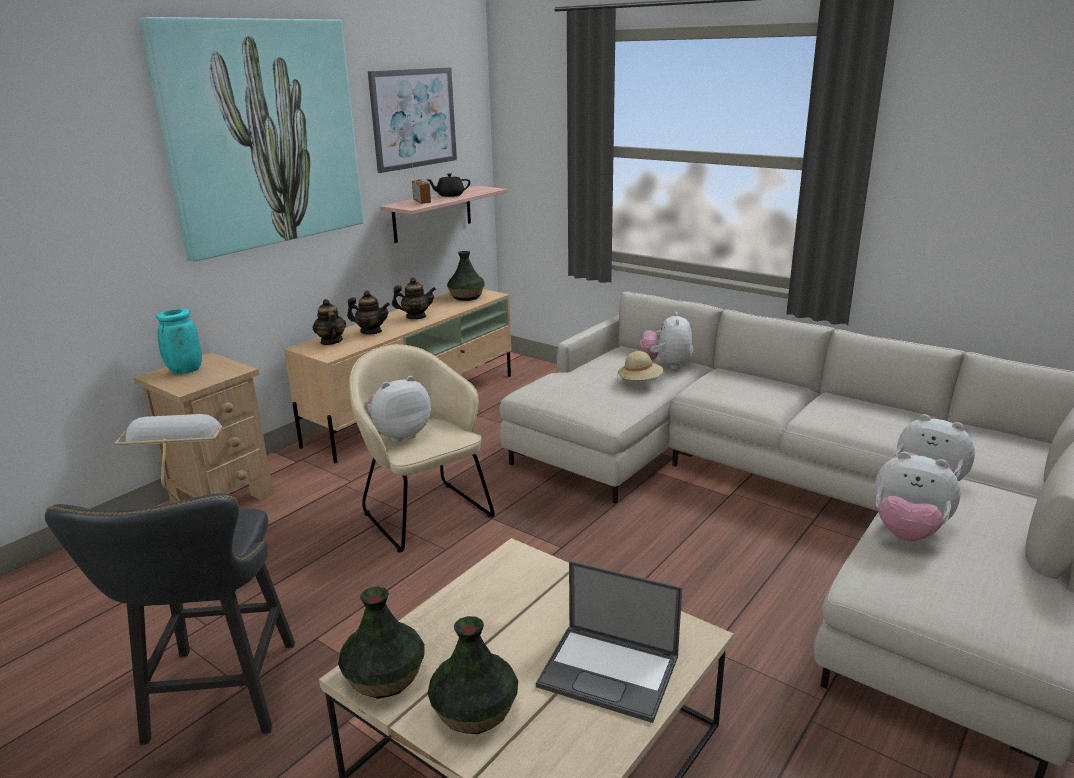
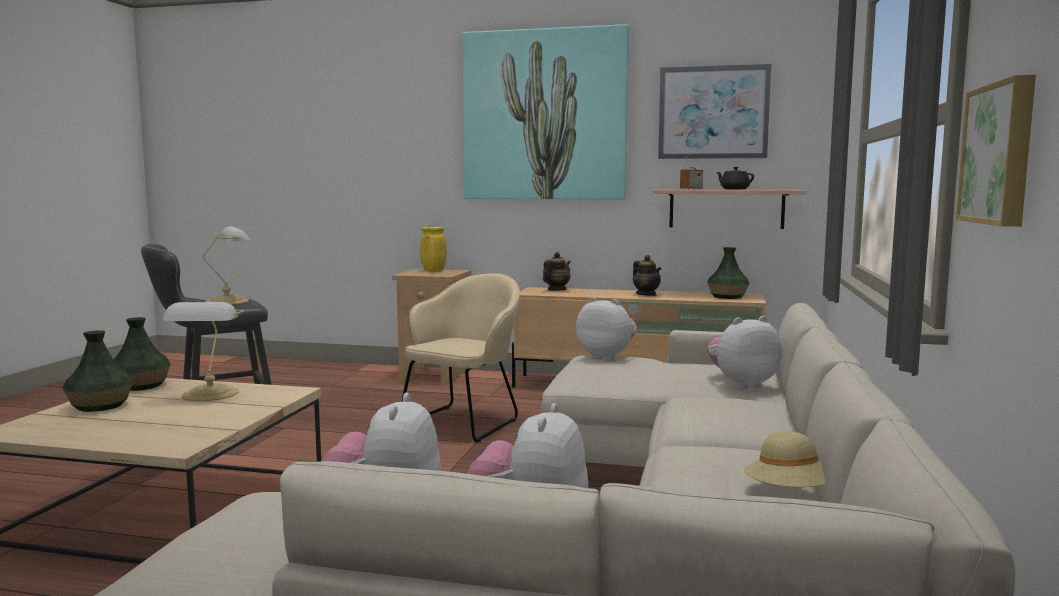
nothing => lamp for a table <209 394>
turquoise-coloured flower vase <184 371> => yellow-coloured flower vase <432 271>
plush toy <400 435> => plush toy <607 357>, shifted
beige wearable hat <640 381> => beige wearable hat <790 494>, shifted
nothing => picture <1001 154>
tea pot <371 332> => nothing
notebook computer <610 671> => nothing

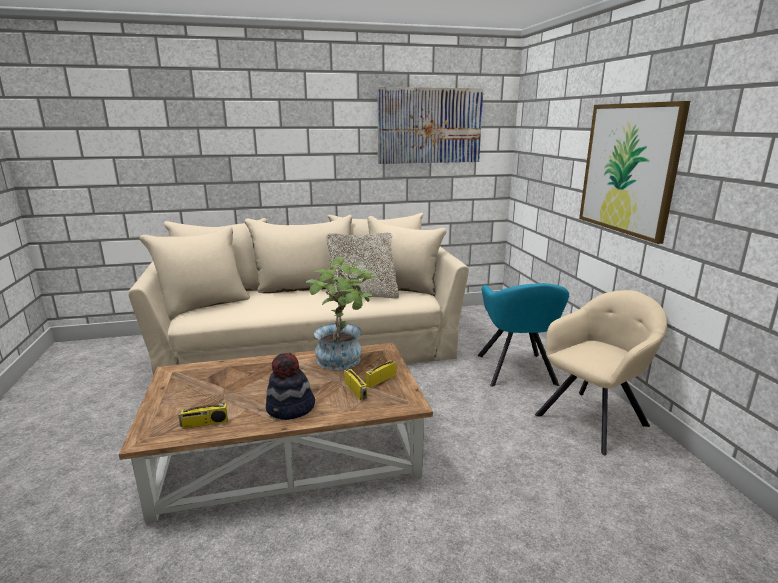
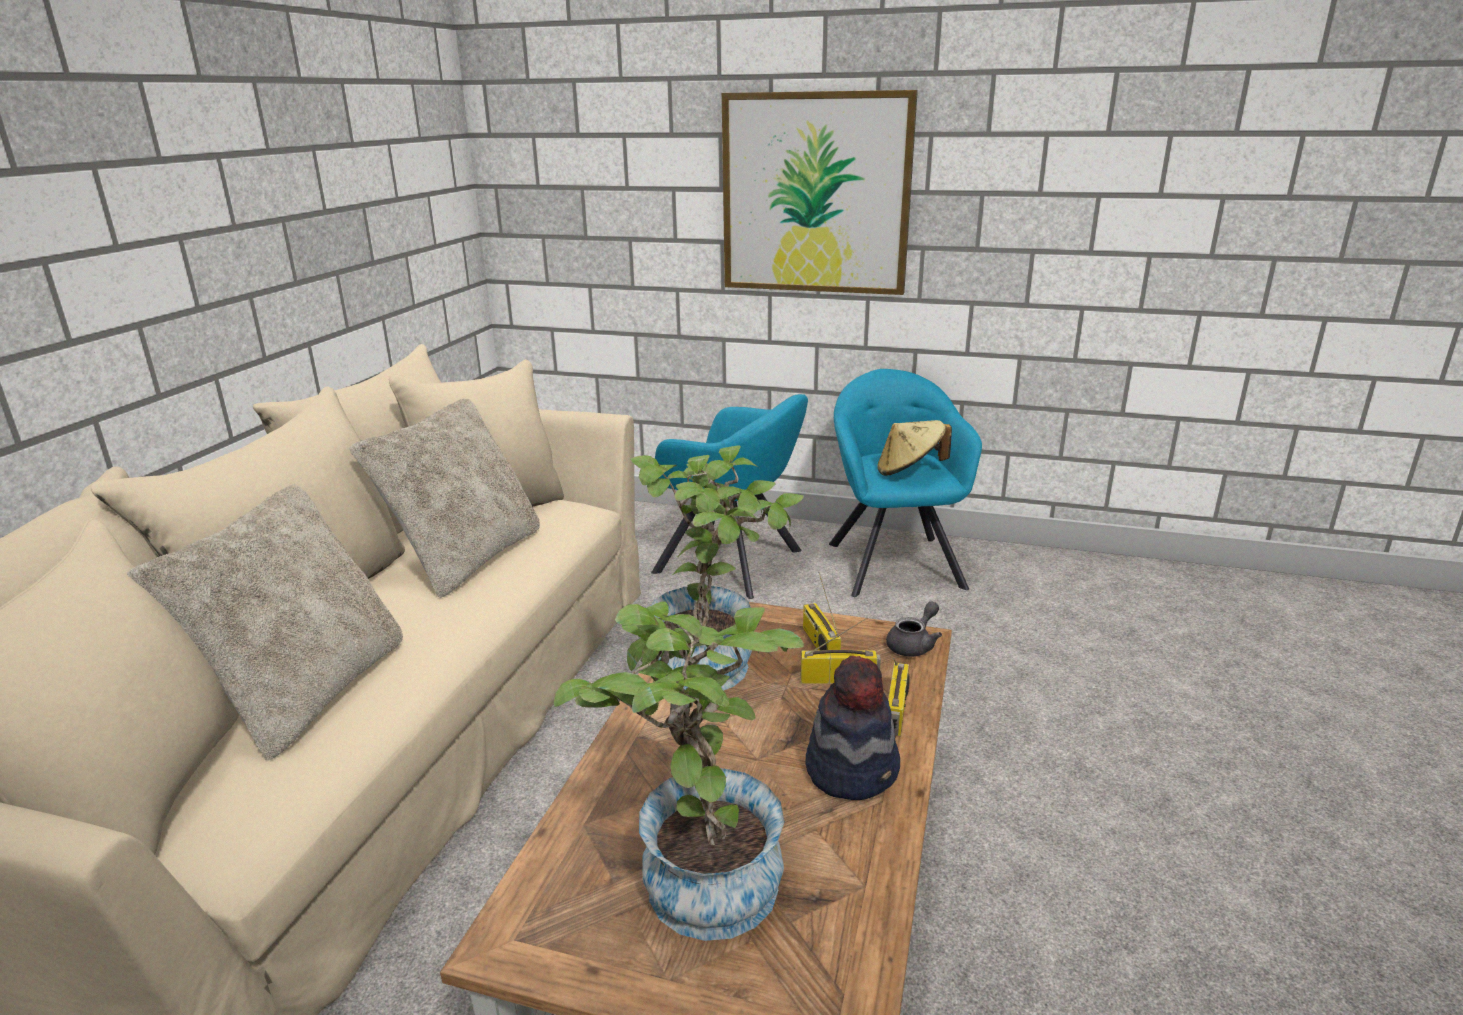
nothing => beige cushion <306 689>
nothing => plant in a pot <697 874>
beige lounge chair <594 418> => turquoise-coloured lounge chair <893 562>
nothing => beige wearable hat <909 471>
nothing => grey tea pot <914 645>
radio set <204 423> => radio set <897 712>, shifted
picture <430 126> => nothing

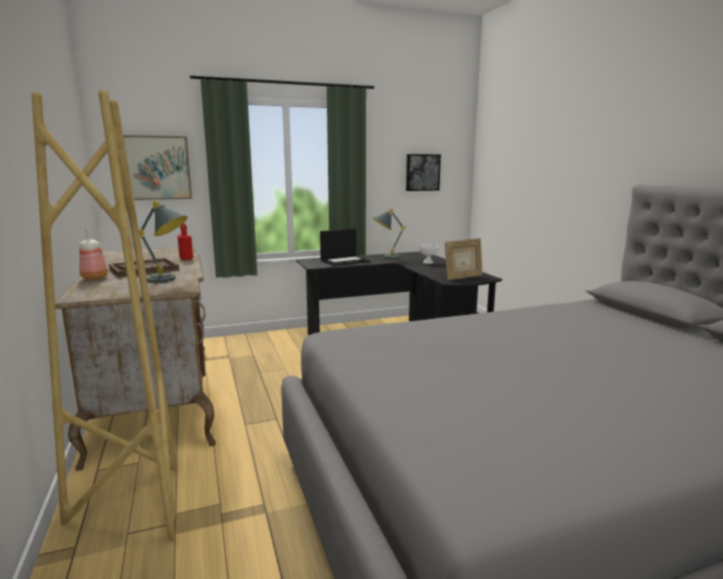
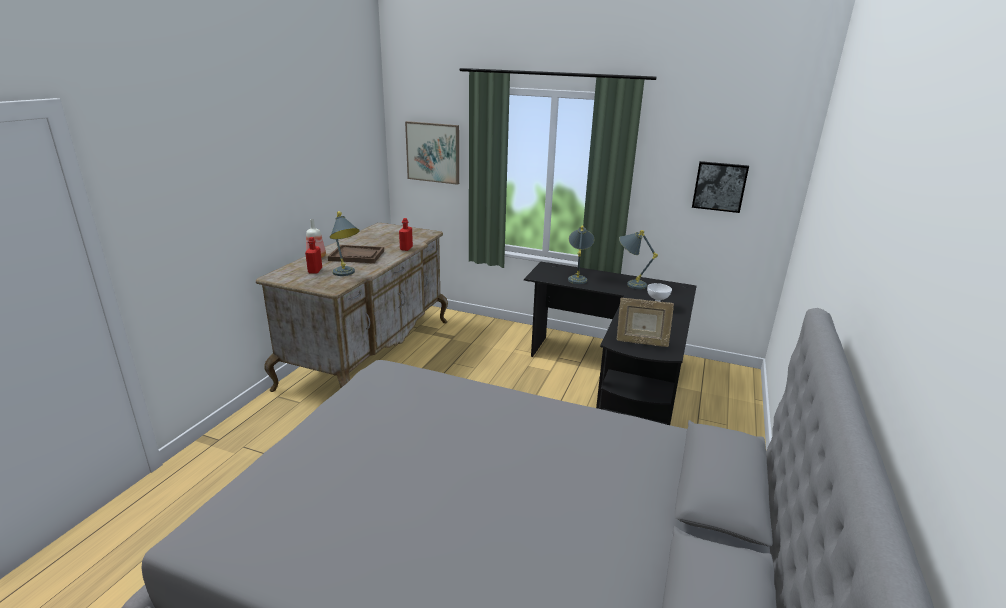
nothing => red drink bottle <315 271>
notebook computer <345 261> => grey lamp for a table <578 278>
yellow-coloured garment stand <138 508> => nothing

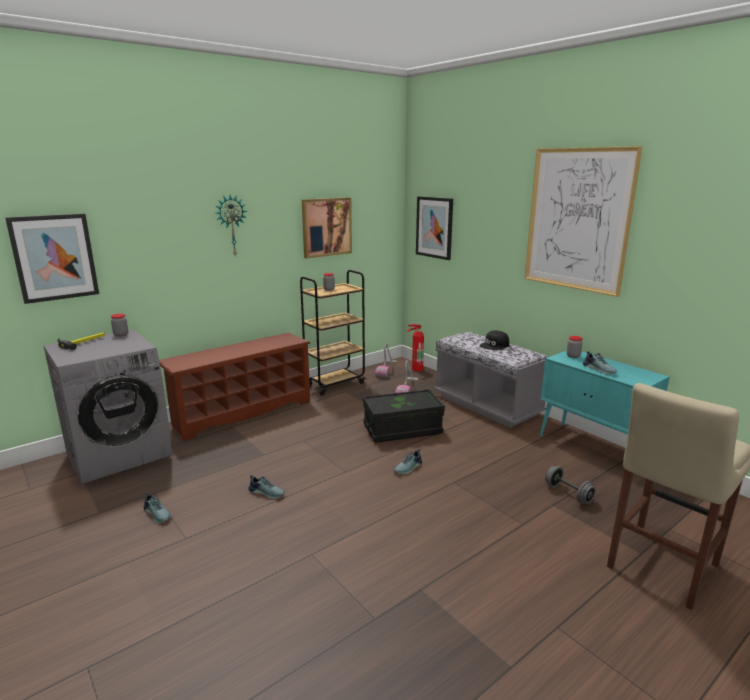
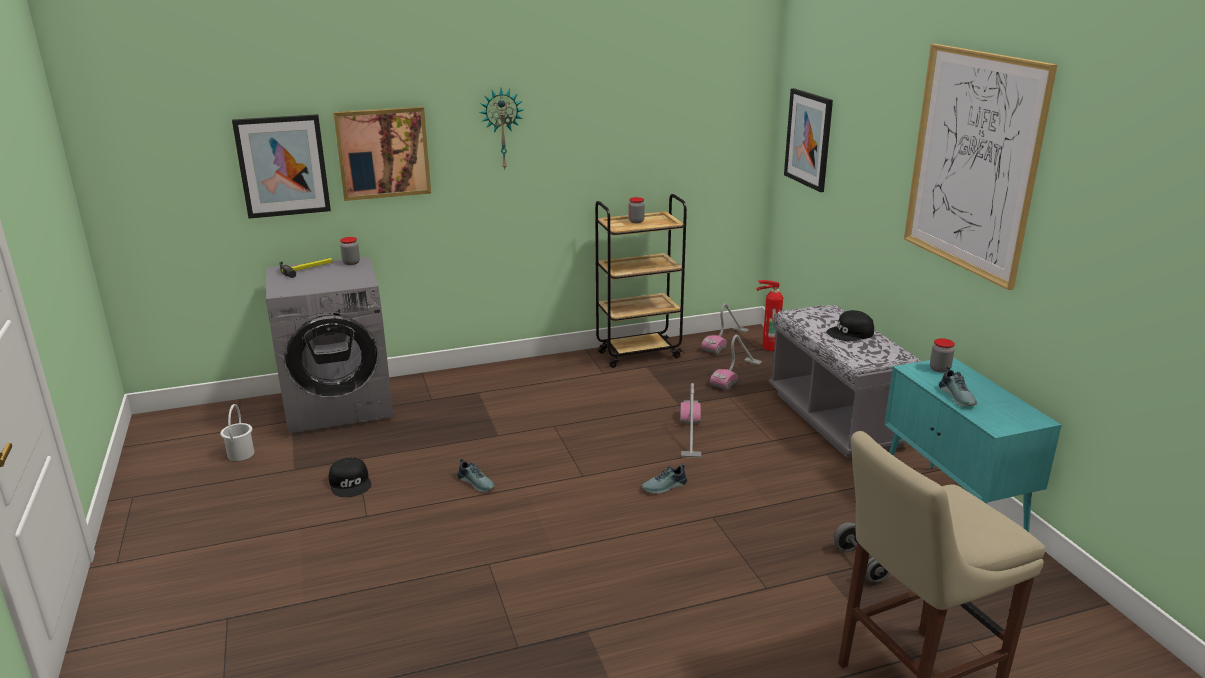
nothing => white bucket <240 454>
low shoe <158 513> => blackish cap <351 483>
picture <326 227> => picture <383 153>, shifted
blackish storage container <402 429> => vacuum <690 433>
brown shoe rack <242 412> => nothing

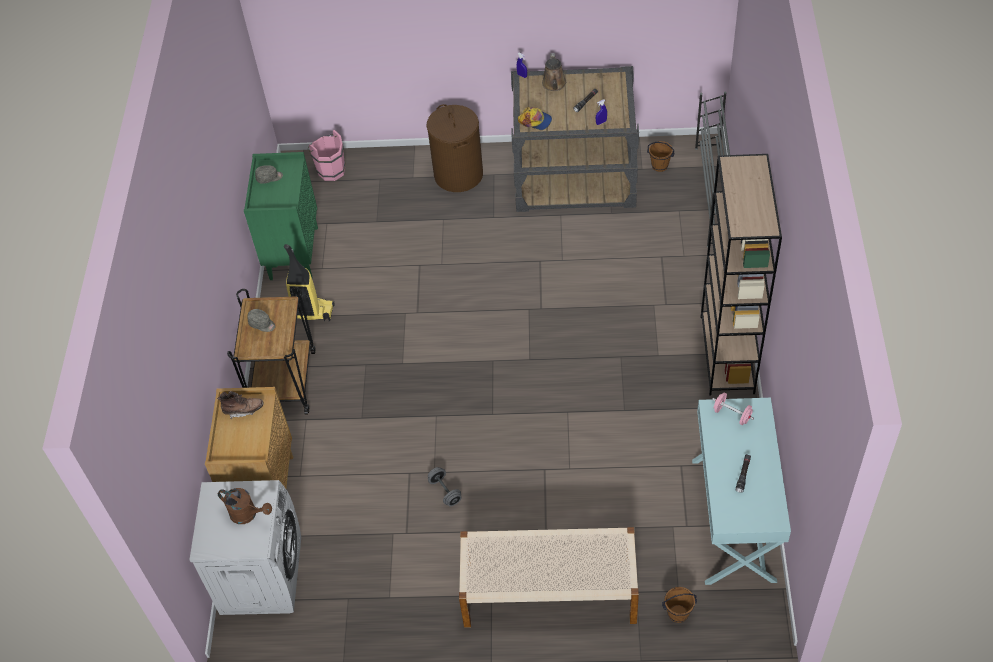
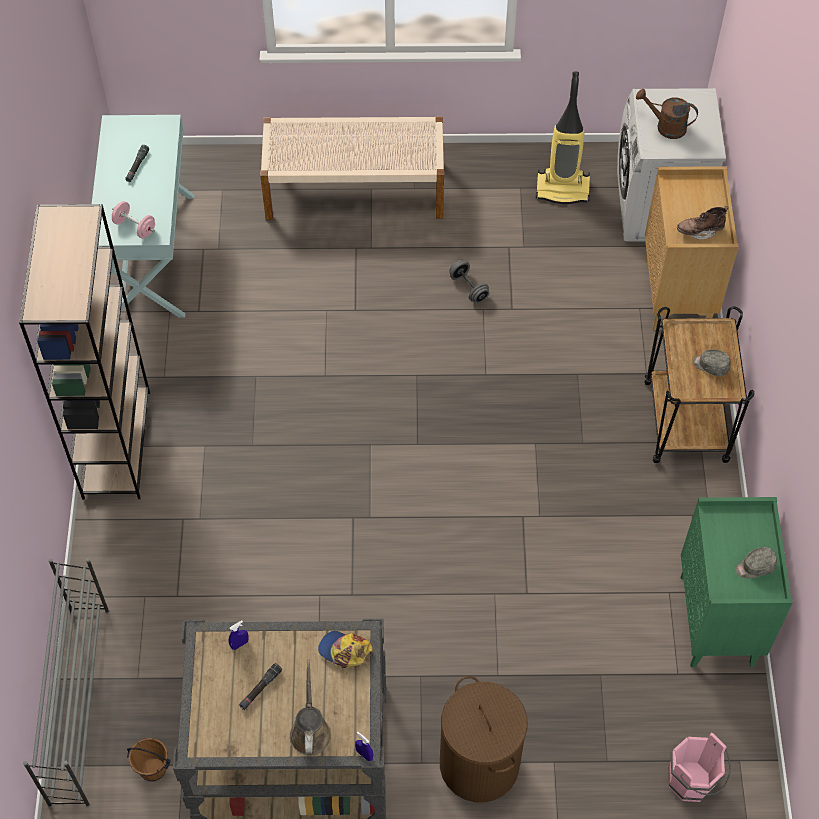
vacuum <310 313> => vacuum <563 188>, shifted
brown bucket <678 614> => nothing

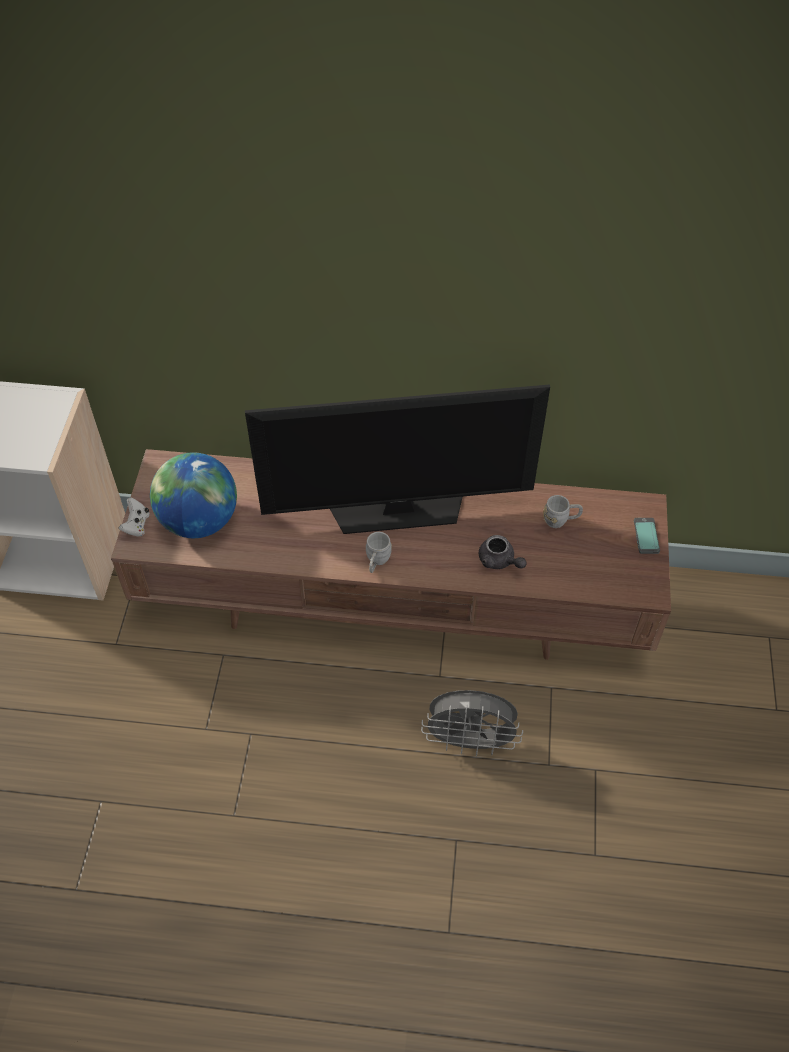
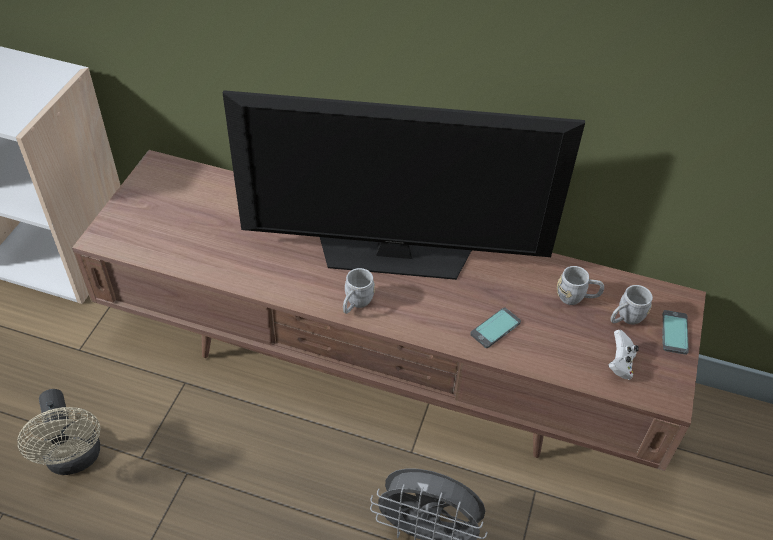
nothing => beige fan <75 459>
grey tea pot <499 561> => handset <495 328>
white gamepad <137 525> => white gamepad <620 364>, shifted
nothing => grey tea mug <625 318>
globe <199 521> => nothing

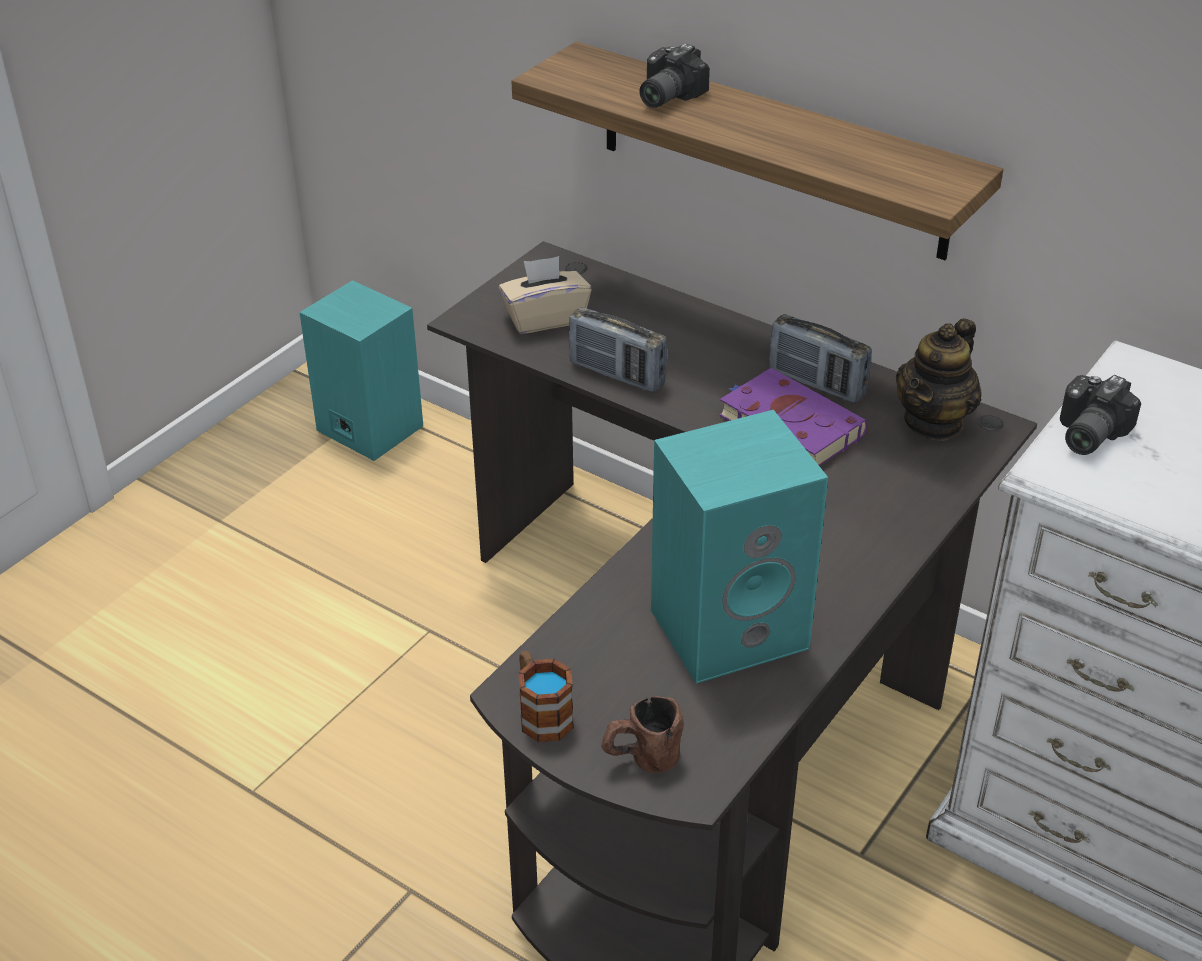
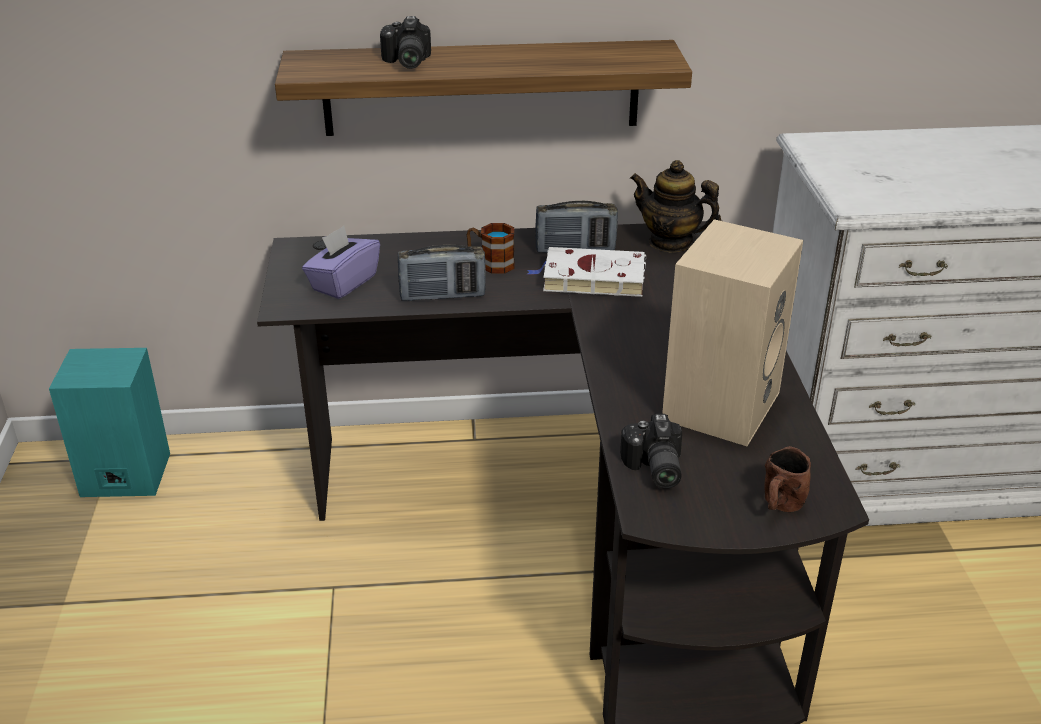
beige tissue holder <545 318> => purplish tissue holder <343 283>
tea mug <541 713> => tea mug <490 263>, shifted
purplish book <787 424> => white book <590 278>
still camera <1085 433> => still camera <652 469>, shifted
tea pot <934 422> => tea pot <671 242>, 120 degrees clockwise
turquoise-coloured speaker <731 626> => beige speaker <720 403>

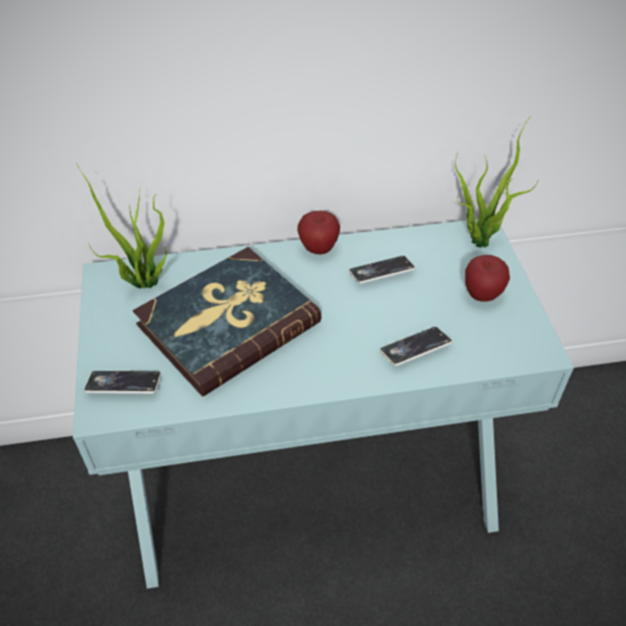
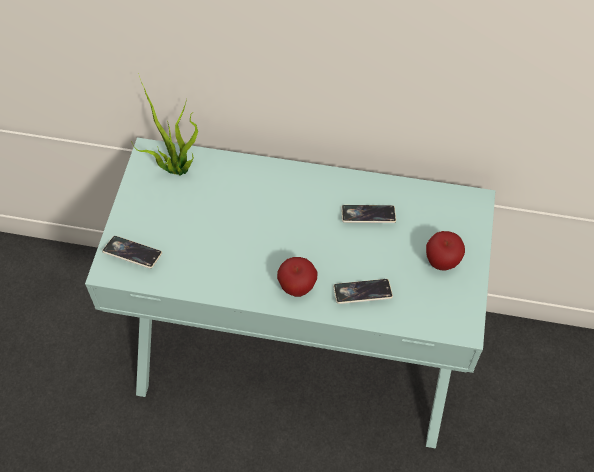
apple <318 249> => apple <297 287>, shifted
book <227 323> => nothing
plant in a pot <479 238> => nothing

